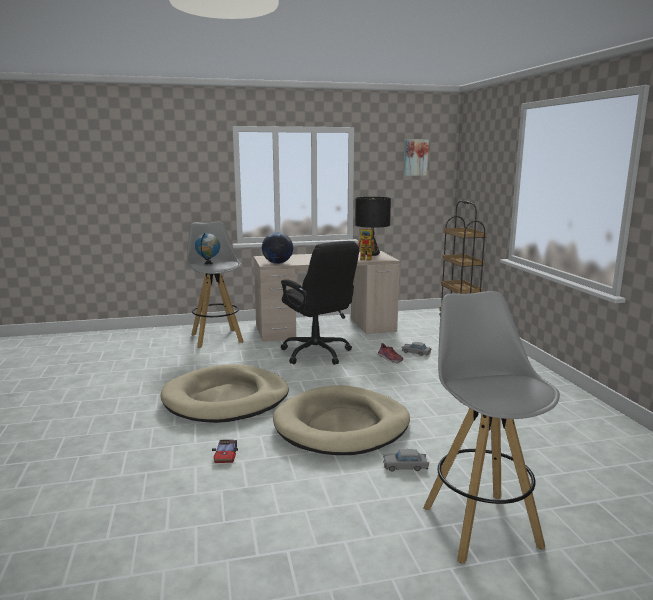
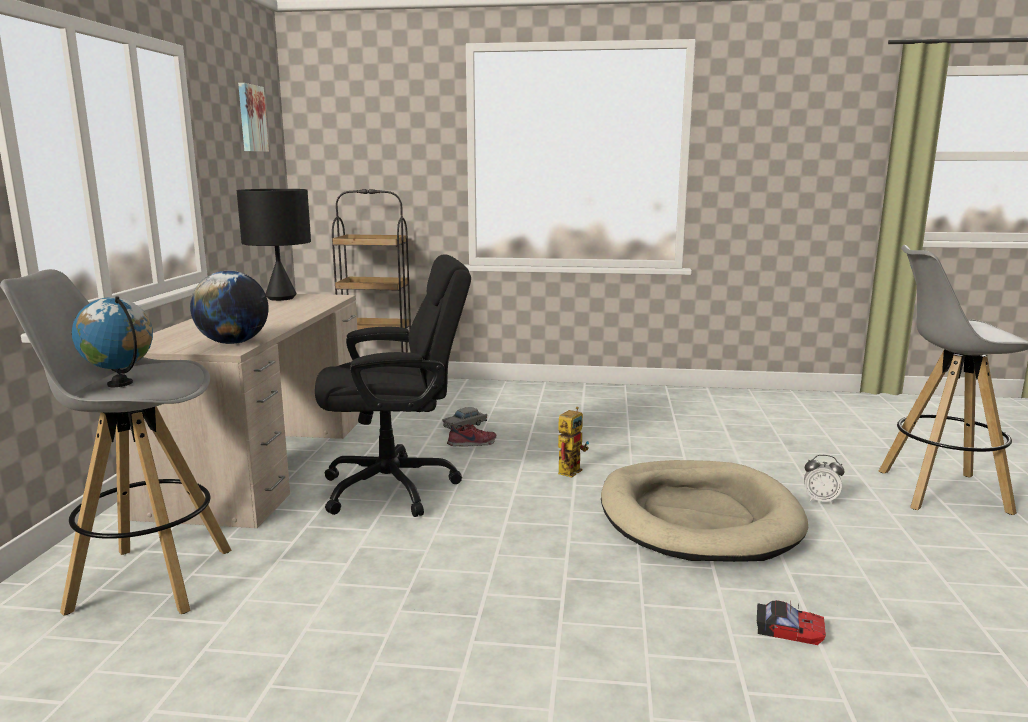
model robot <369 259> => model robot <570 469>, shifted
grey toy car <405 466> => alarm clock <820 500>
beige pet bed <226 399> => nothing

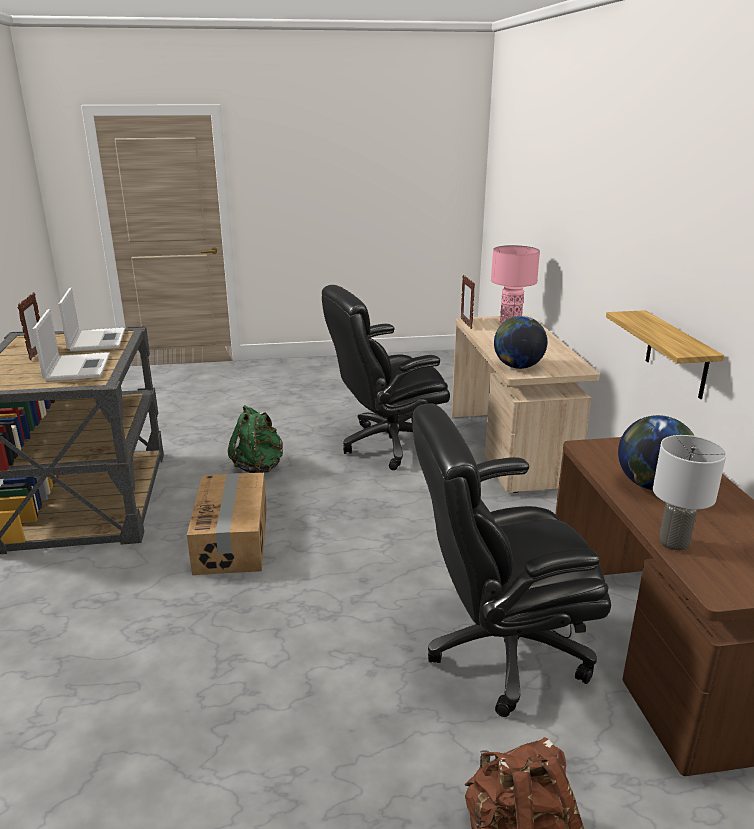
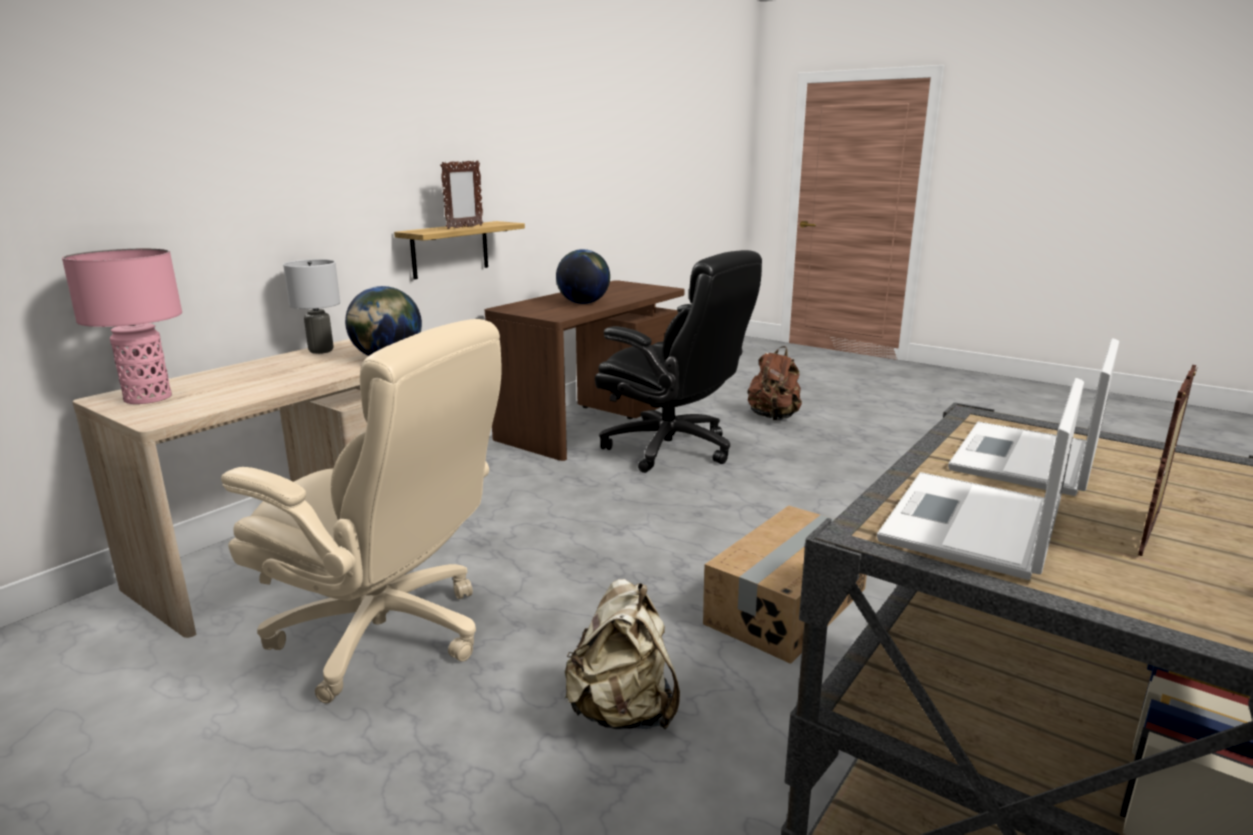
blackish office chair <386 445> => beige office chair <388 639>
white lamp for a table <675 544> => white lamp for a table <322 351>, shifted
picture frame <466 324> => picture frame <464 227>, shifted
greenish backpack <259 467> => beige backpack <623 711>

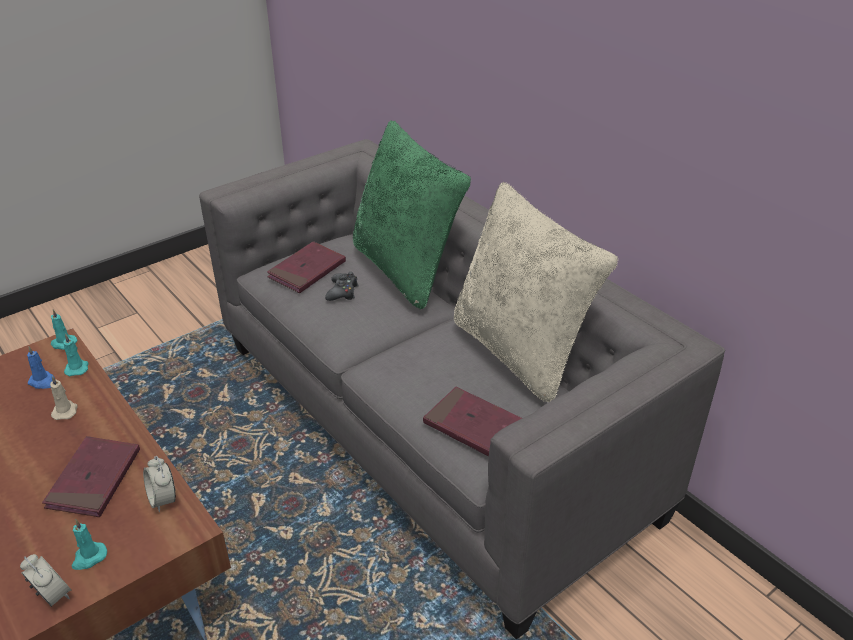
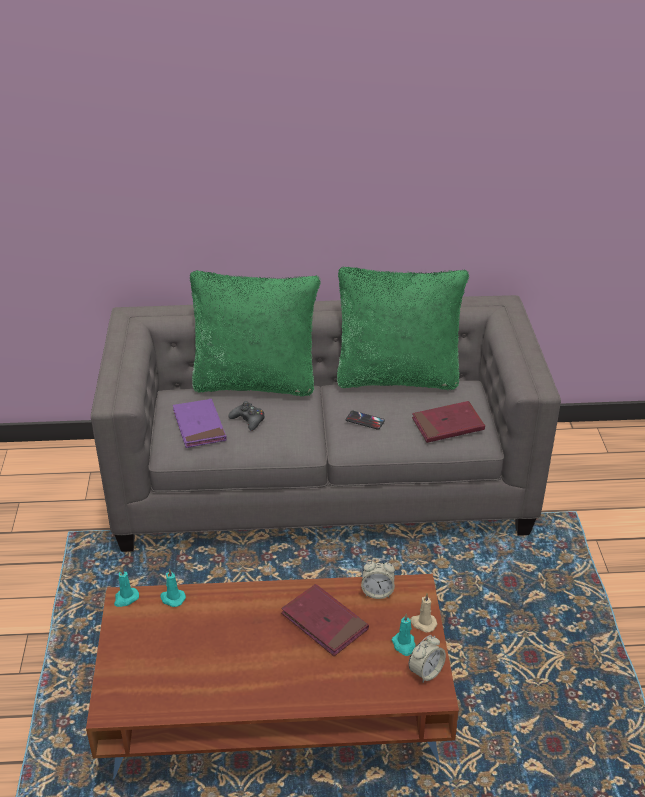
red book <307 270> => purplish book <199 426>
beige cushion <518 356> => greenish cushion <398 380>
nothing => handset <365 420>
alarm clock <53 595> => alarm clock <425 672>, 150 degrees clockwise
beige candle <65 411> => beige candle <423 623>, shifted
blue-coloured candle <42 382> => nothing

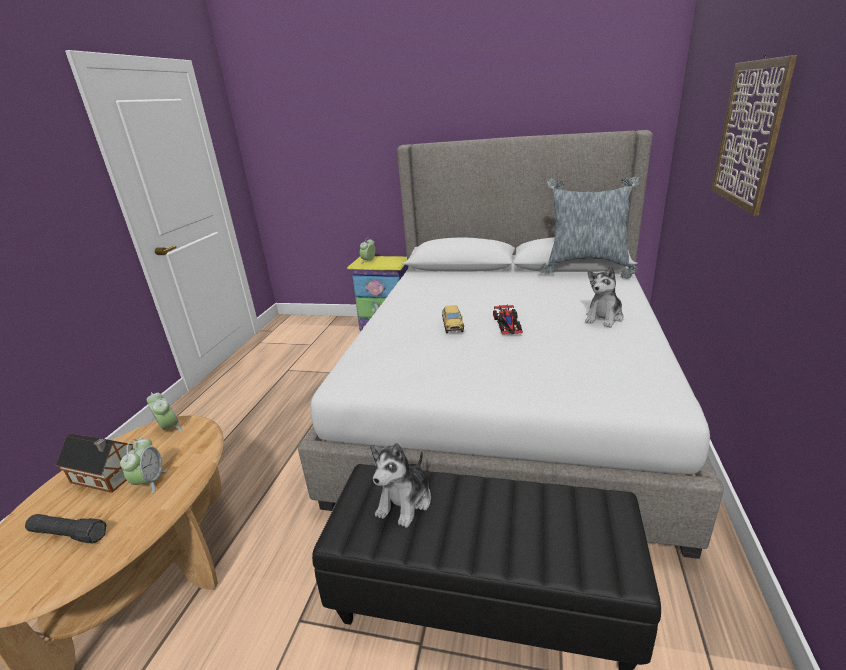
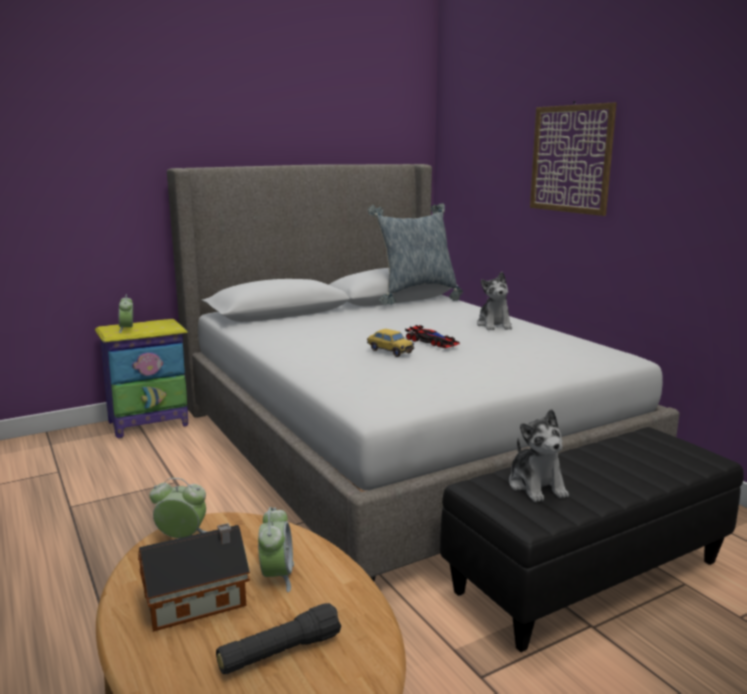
alarm clock <150 482> => alarm clock <277 576>, 45 degrees clockwise

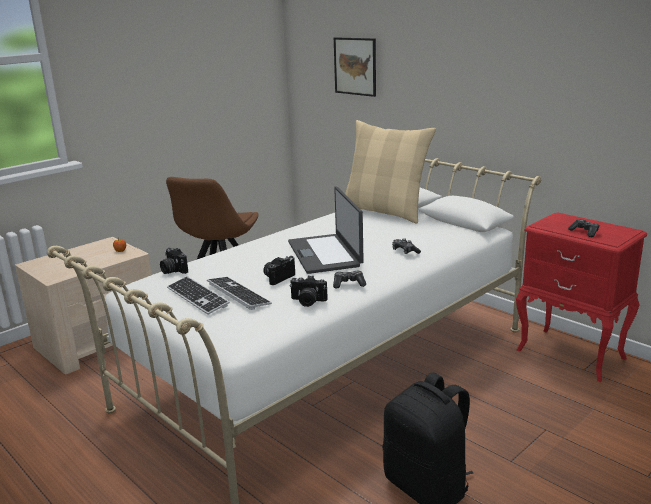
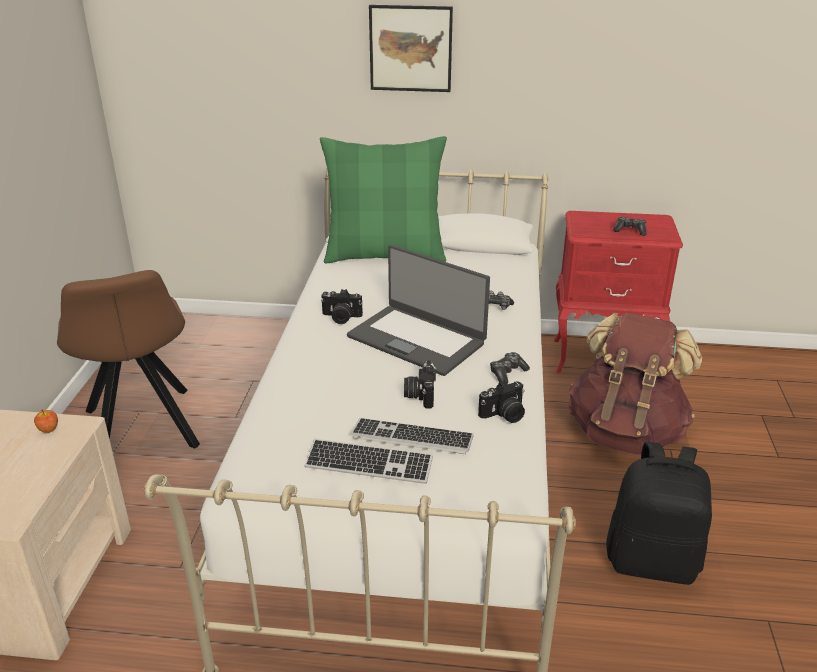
beige cushion <385 212> => greenish cushion <385 254>
still camera <173 270> => still camera <341 318>, shifted
picture <355 66> => picture <410 48>, shifted
nothing => brown backpack <625 432>

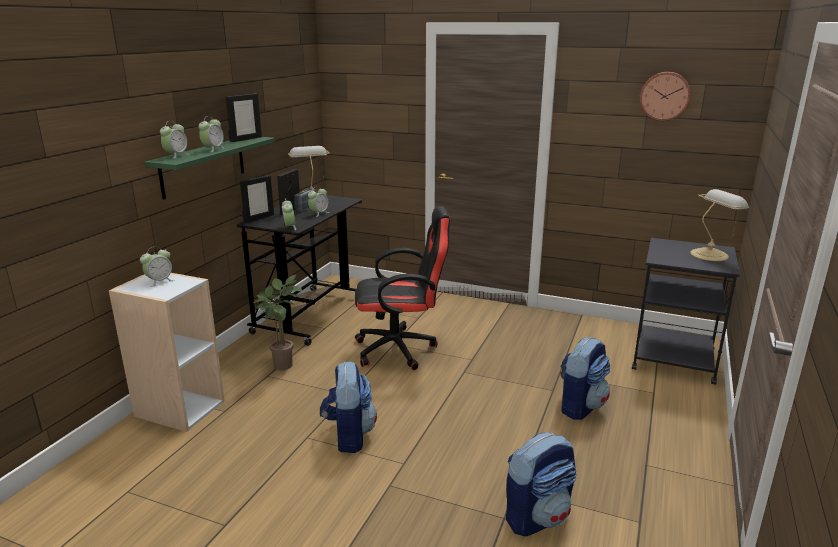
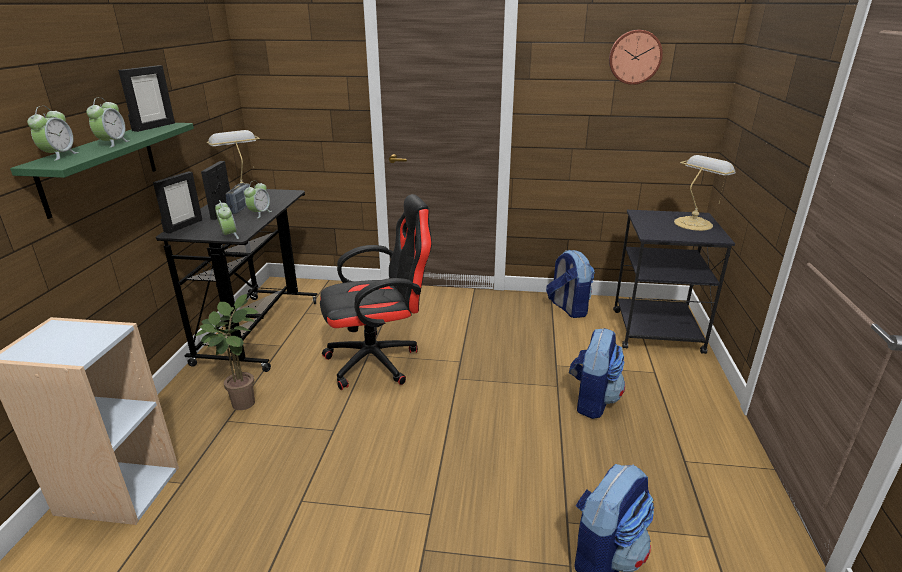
backpack <348 436> => backpack <568 308>, shifted
alarm clock <159 281> => nothing

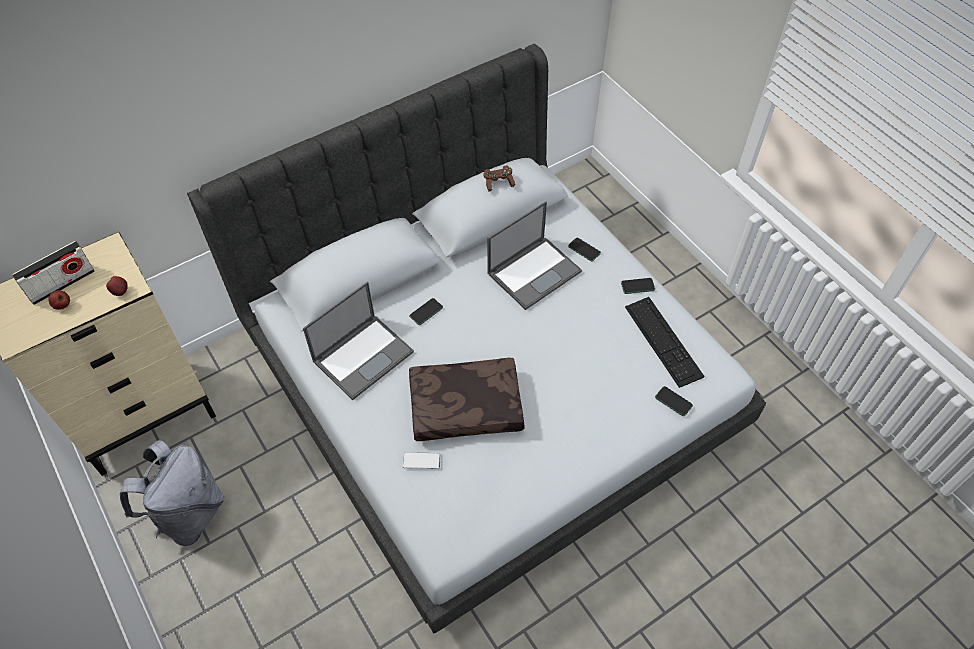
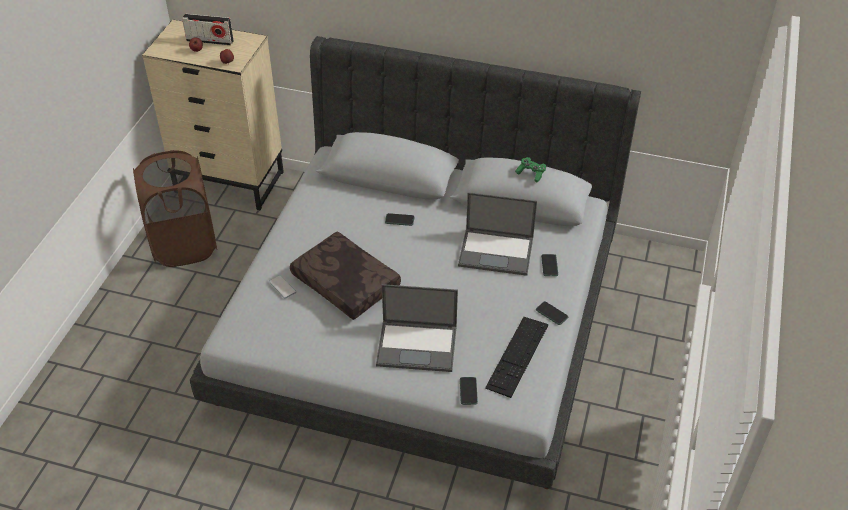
grey backpack <189 514> => brown washing basket <184 245>
notebook computer <364 355> => notebook computer <418 345>, shifted
brown gamepad <498 182> => greenish gamepad <531 173>

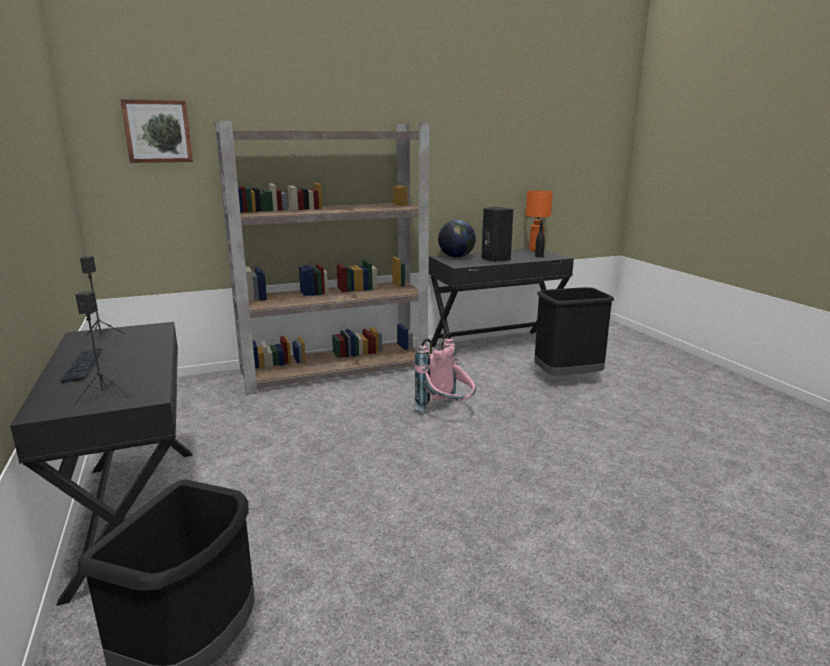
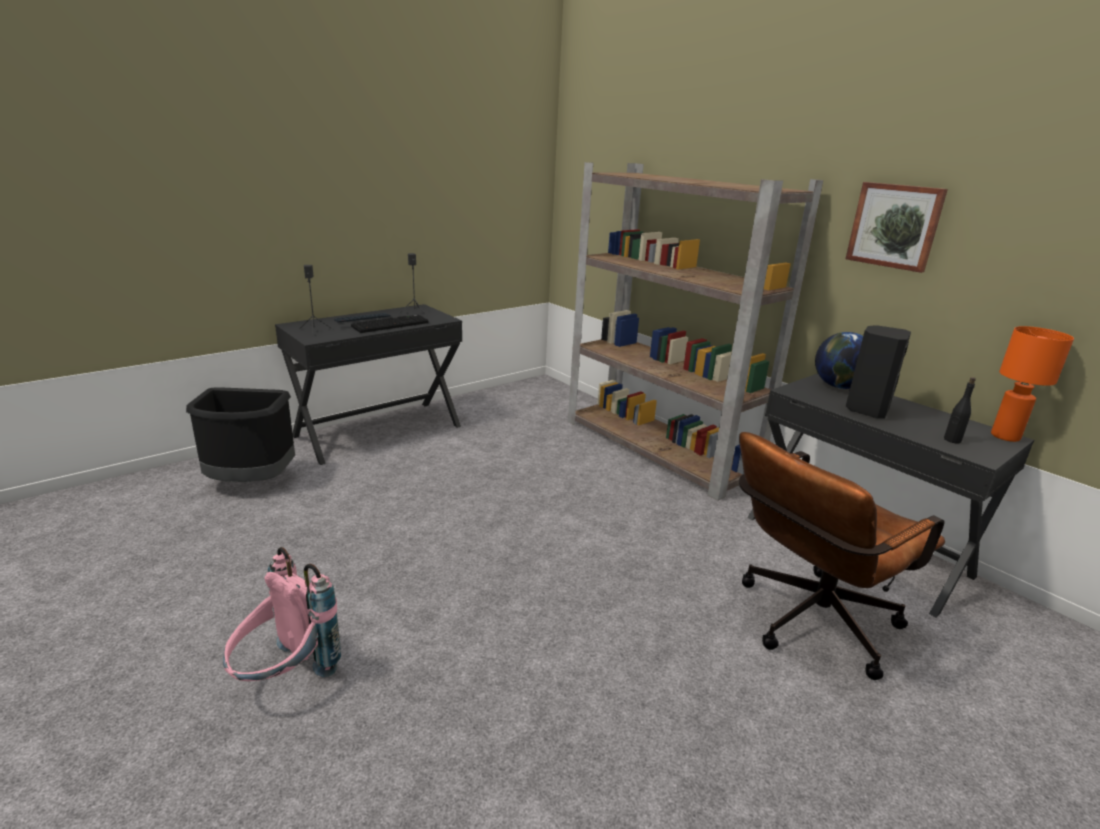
pinkish backpack <446 413> => pinkish backpack <285 678>, shifted
nothing => PC keyboard <390 324>
blackish rubbish bin <567 378> => brown office chair <807 624>
picture <158 131> => picture <895 226>, shifted

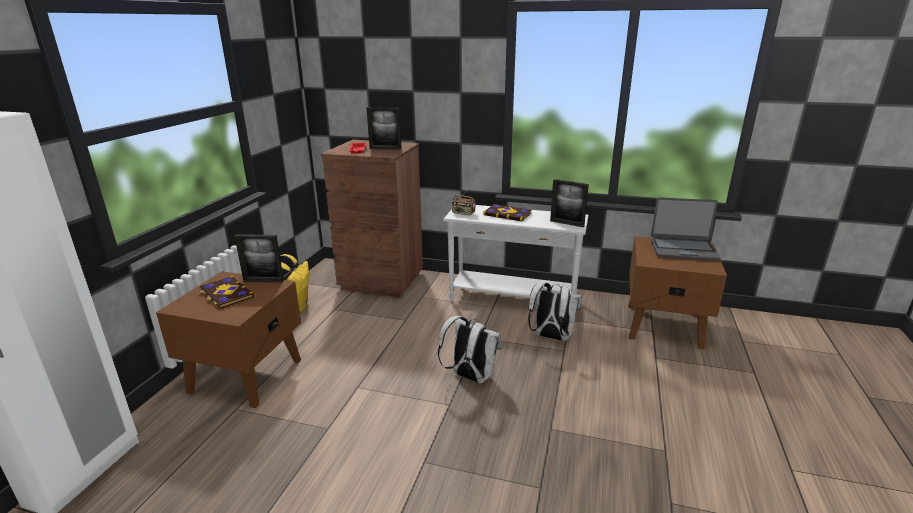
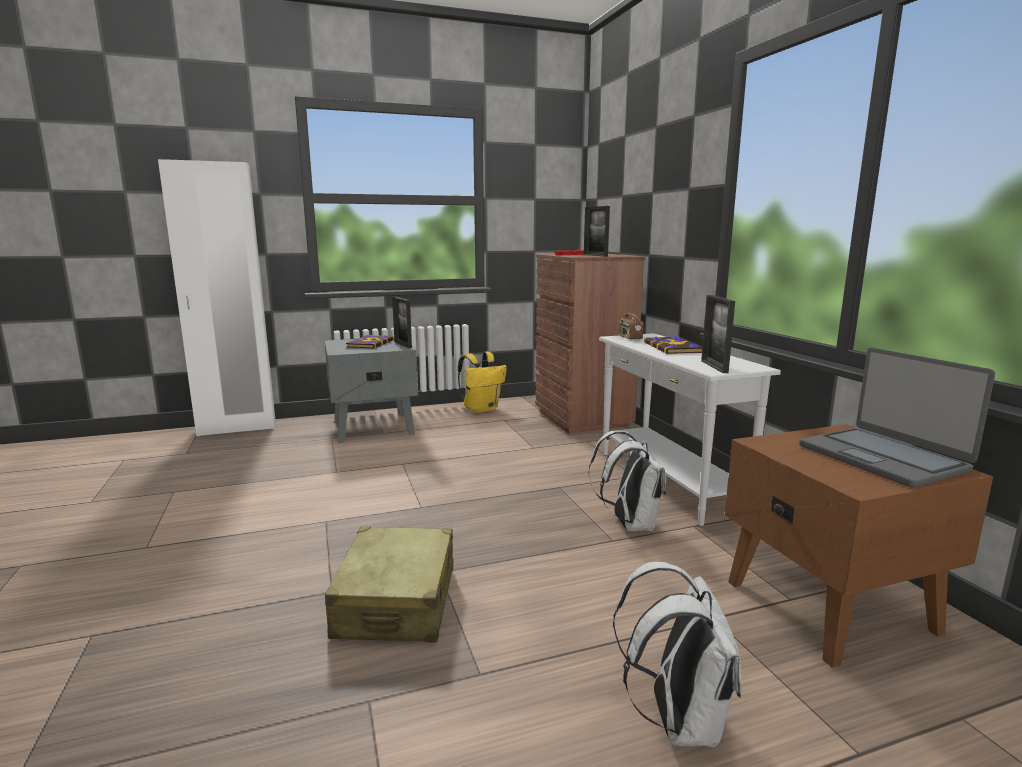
brown night table <247 375> => grey night table <374 427>
nothing => beige travel case <397 602>
white backpack <470 376> => white backpack <678 719>, shifted

